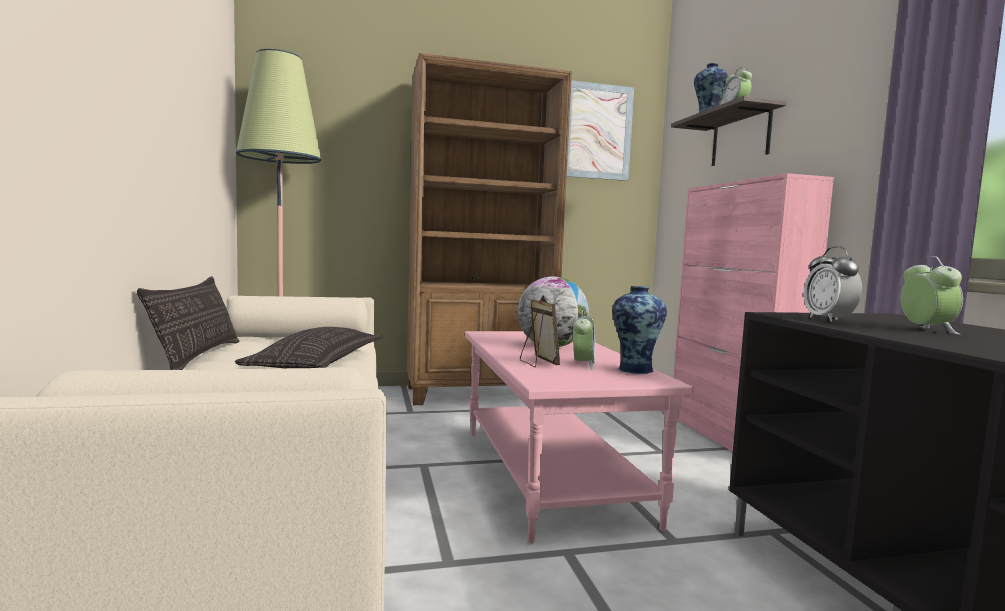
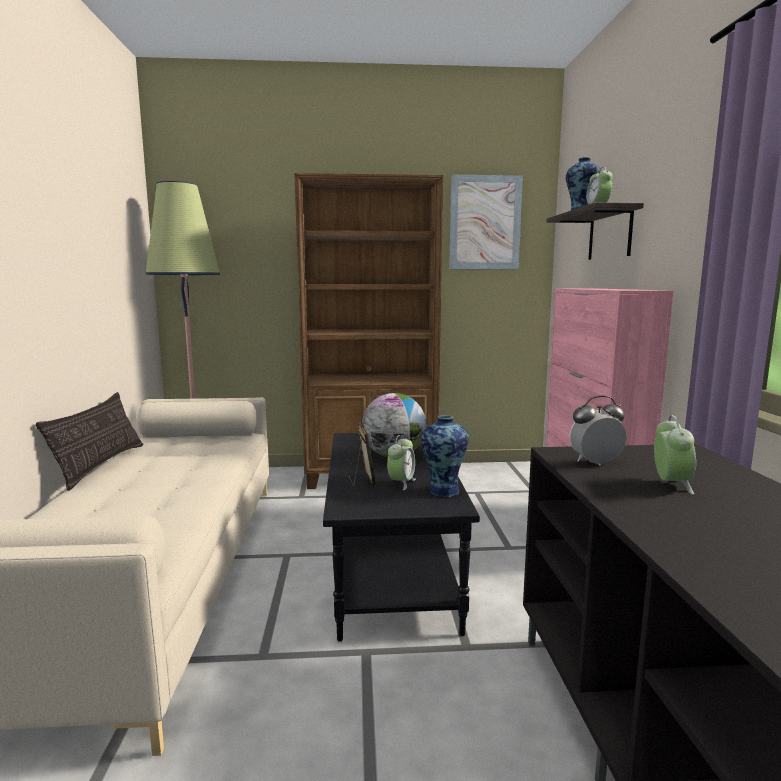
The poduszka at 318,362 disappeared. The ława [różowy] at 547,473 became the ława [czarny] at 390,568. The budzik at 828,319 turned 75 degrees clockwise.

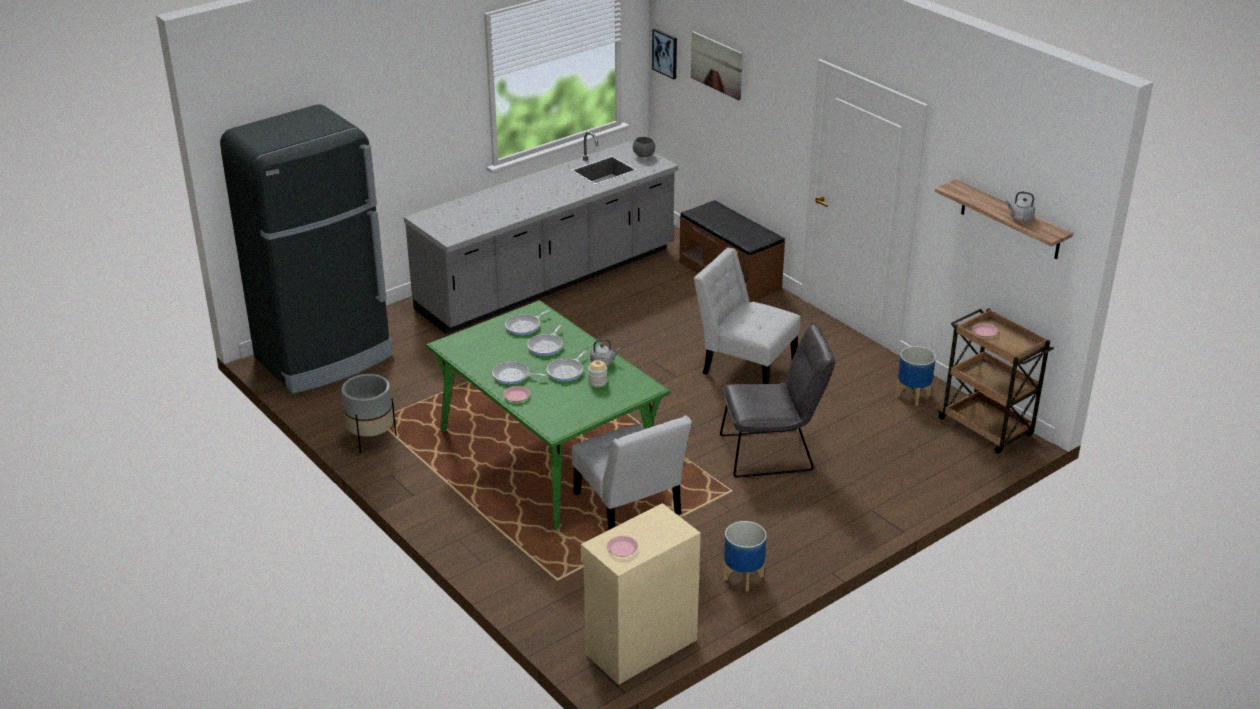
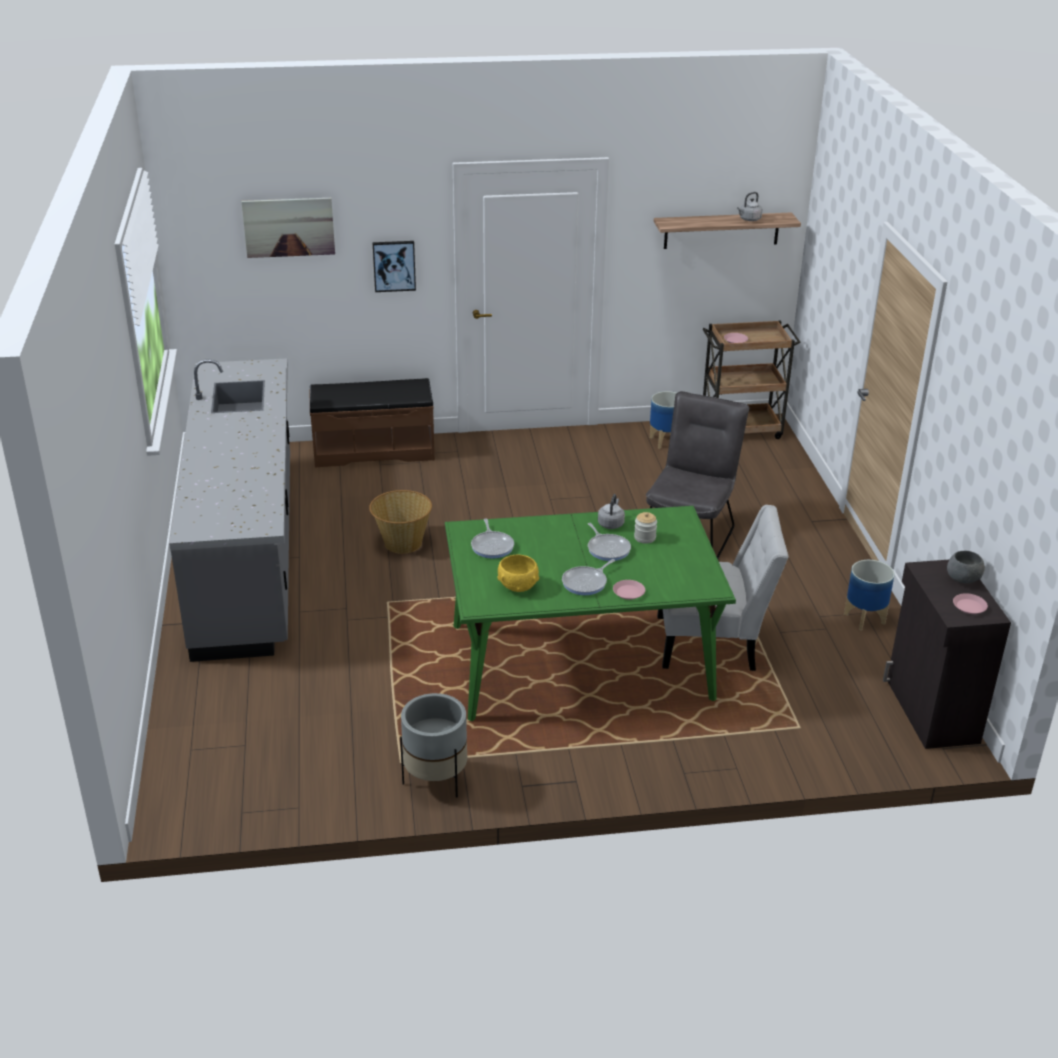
The lodówka [czarny] at 325,357 disappeared. The patelnia at 546,346 disappeared. The szafka [beżowy] at 639,646 became the szafka [czarny] at 930,711. The miska [szary] moved from 643,156 to 963,580. The obraz moved from 665,53 to 394,265. The krzesło [biały] at 745,365 disappeared. The koszyk at 402,543 appeared. The miska [żółty] at 518,586 appeared.

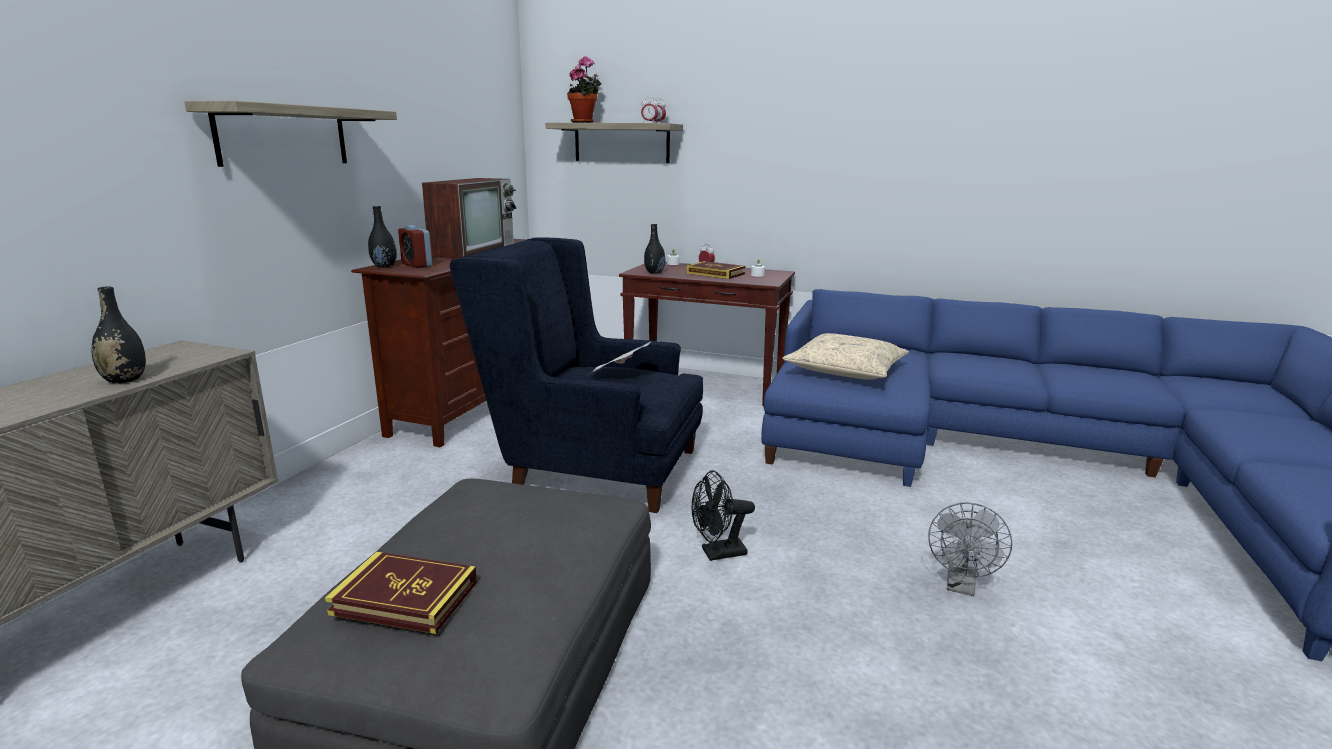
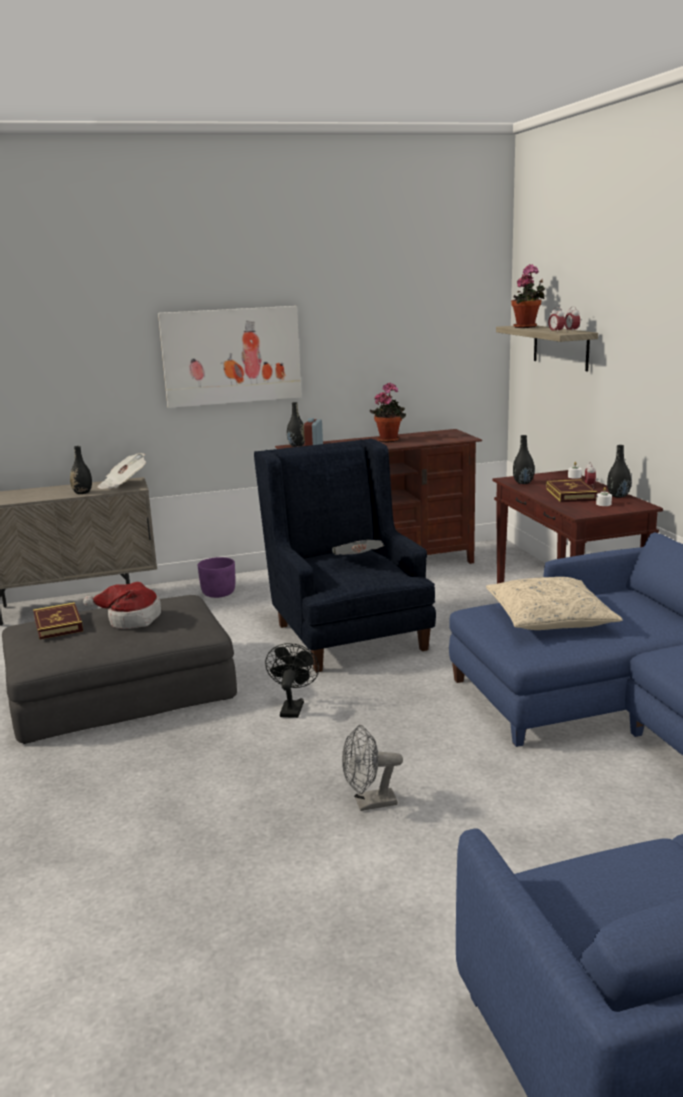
The półka at 283,136 was replaced by the obraz at 231,356. The telewizor at 474,250 was replaced by the roślina doniczkowa at 389,440. The wentylator [czarny] at 717,553 turned 60 degrees clockwise. The kapelusz at 130,619 appeared. The gazeta at 123,484 appeared. The donica [fioletowy] at 218,593 appeared. The wazon [czarny] at 618,496 appeared.

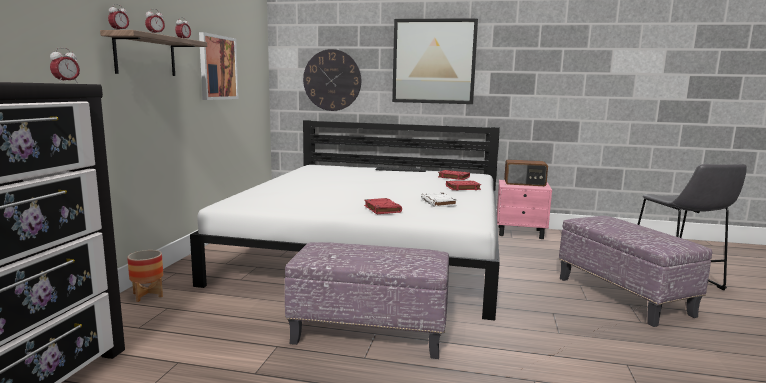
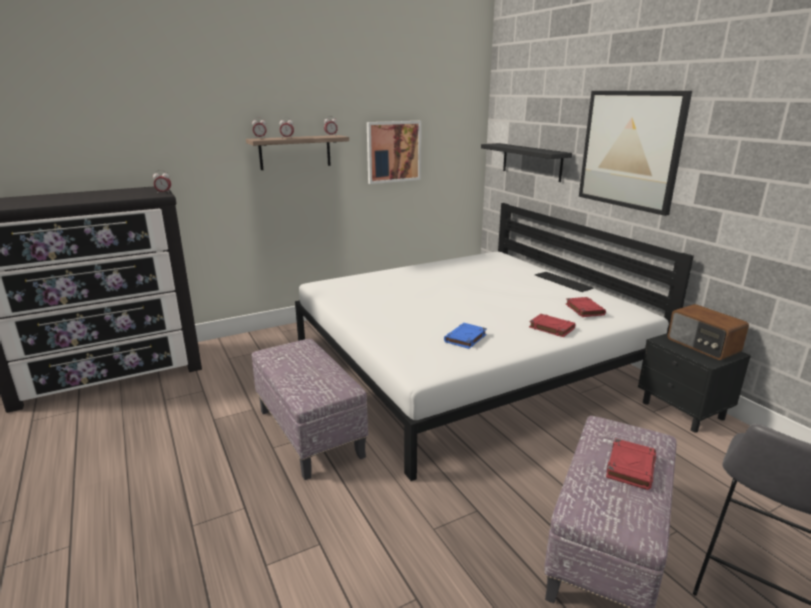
The donica at 148,295 disappeared. The zegar ścienny at 332,80 was replaced by the półka [czarny] at 531,161. The książka [czerwony] moved from 382,209 to 630,467. The książka [biały] at 439,203 became the książka [niebieski] at 465,338. The szafka nocna [różowy] at 521,233 became the szafka nocna [czarny] at 683,411.

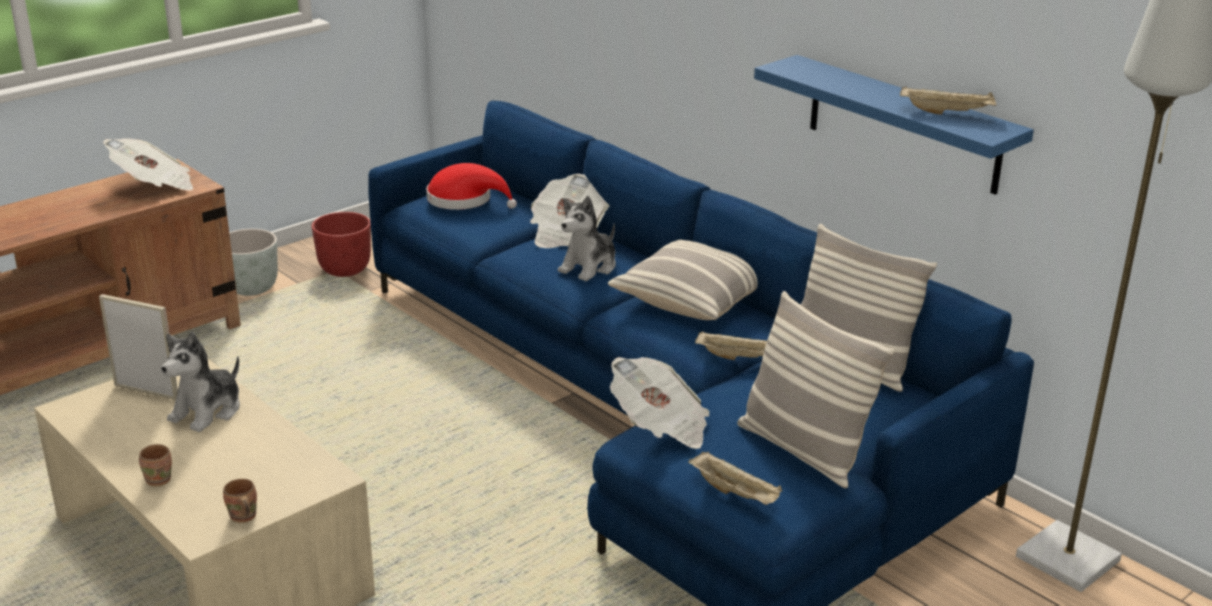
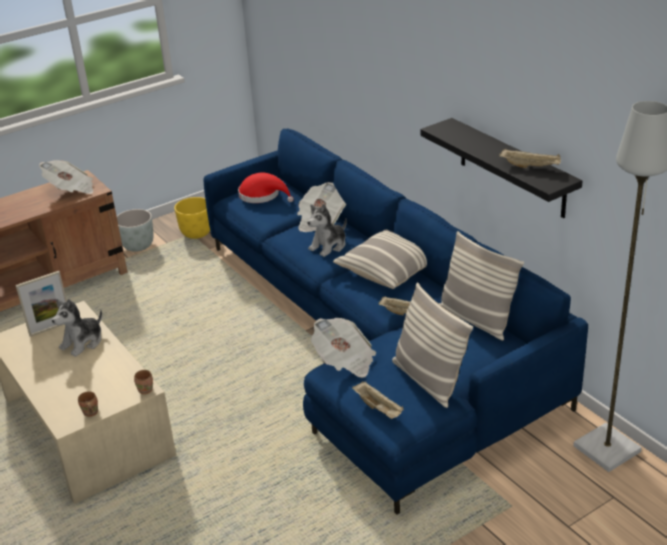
The ramka na zdjęcie at 146,391 turned 120 degrees clockwise. The kubek [brązowy] moved from 160,479 to 146,389. The donica [czerwony] at 345,270 became the donica [żółty] at 196,233. The półka [niebieski] at 903,124 became the półka [czarny] at 512,168.

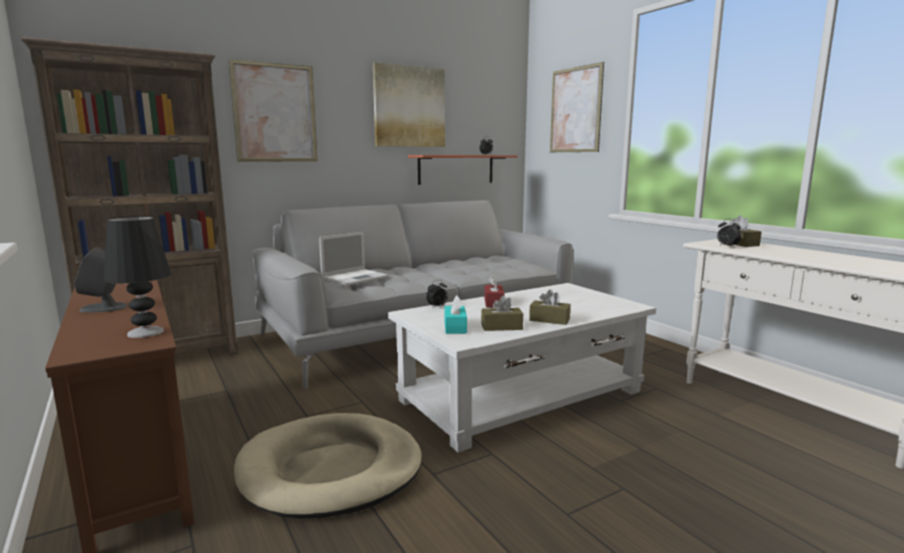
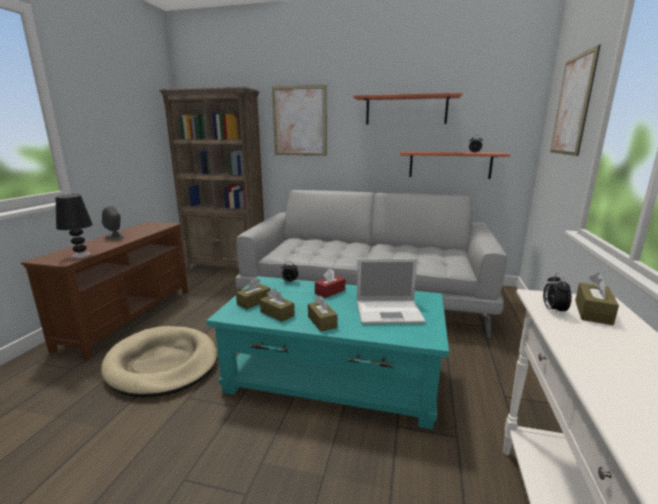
The laptop moved from 356,278 to 390,312. The obraz at 409,107 was replaced by the półka at 406,110. The ława [biały] at 522,395 became the ława [turkusowy] at 333,377. The pudełko chusteczek [turkusowy] at 455,327 became the pudełko chusteczek [brązowy] at 254,302.

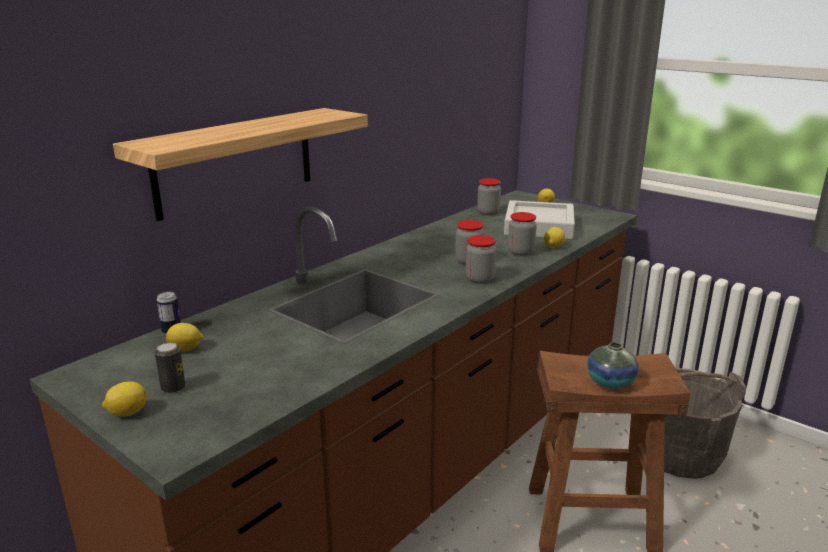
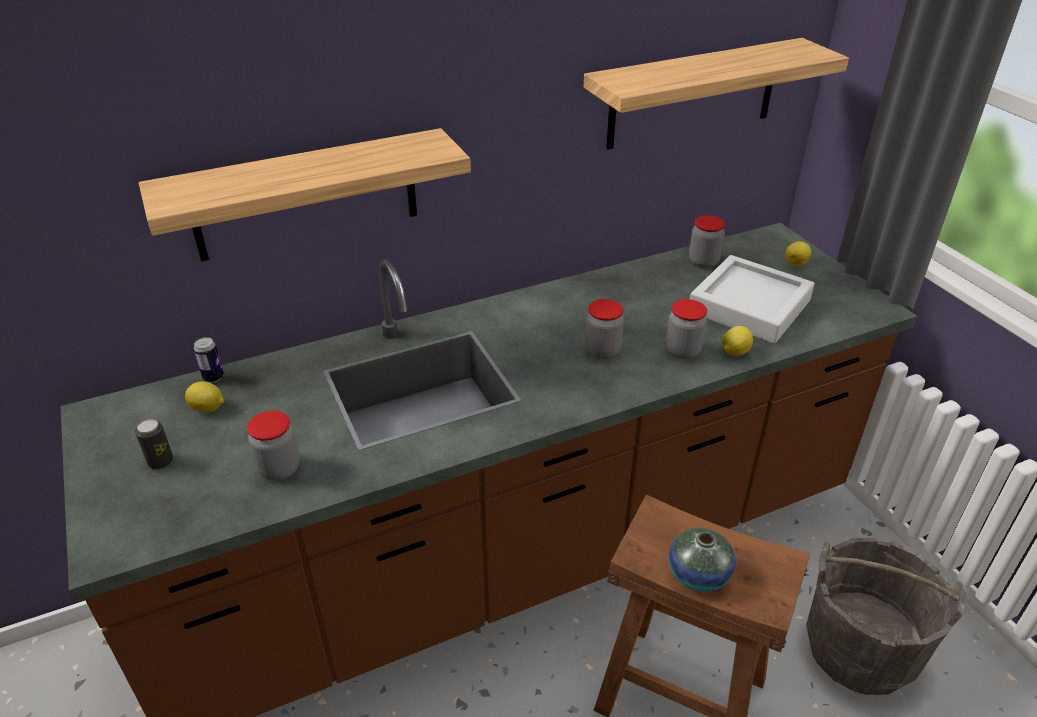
The cytryna at 127,413 disappeared. The słoik moved from 480,279 to 279,469. The półka at 693,94 appeared.

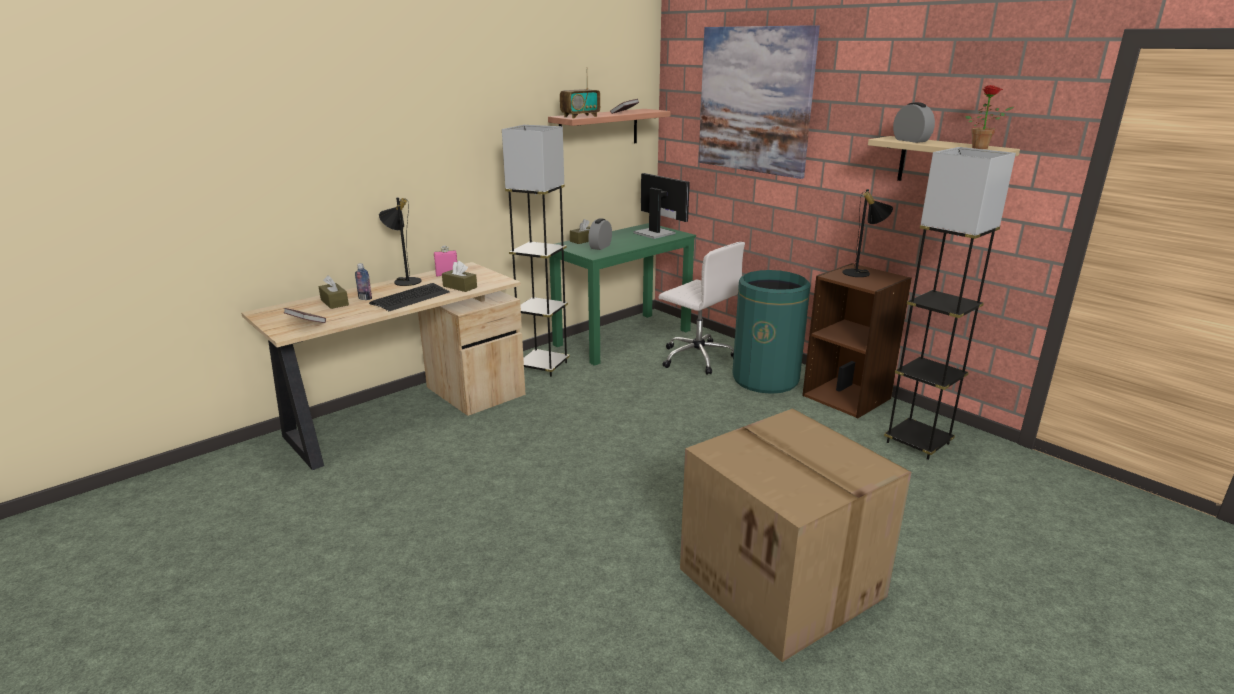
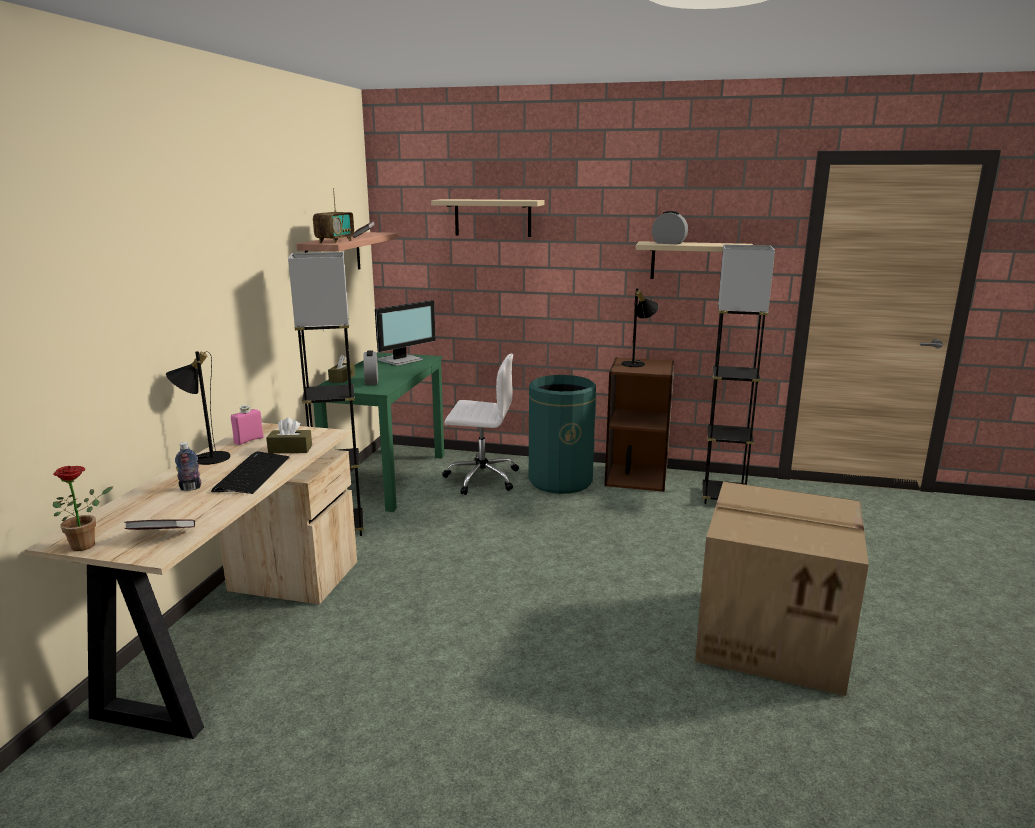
The pudełko chusteczek [brązowy] at 334,302 disappeared. The monitor at 655,233 turned 120 degrees clockwise. The obraz at 754,100 was replaced by the półka [beżowy] at 492,217. The roślina doniczkowa moved from 982,147 to 88,544.

